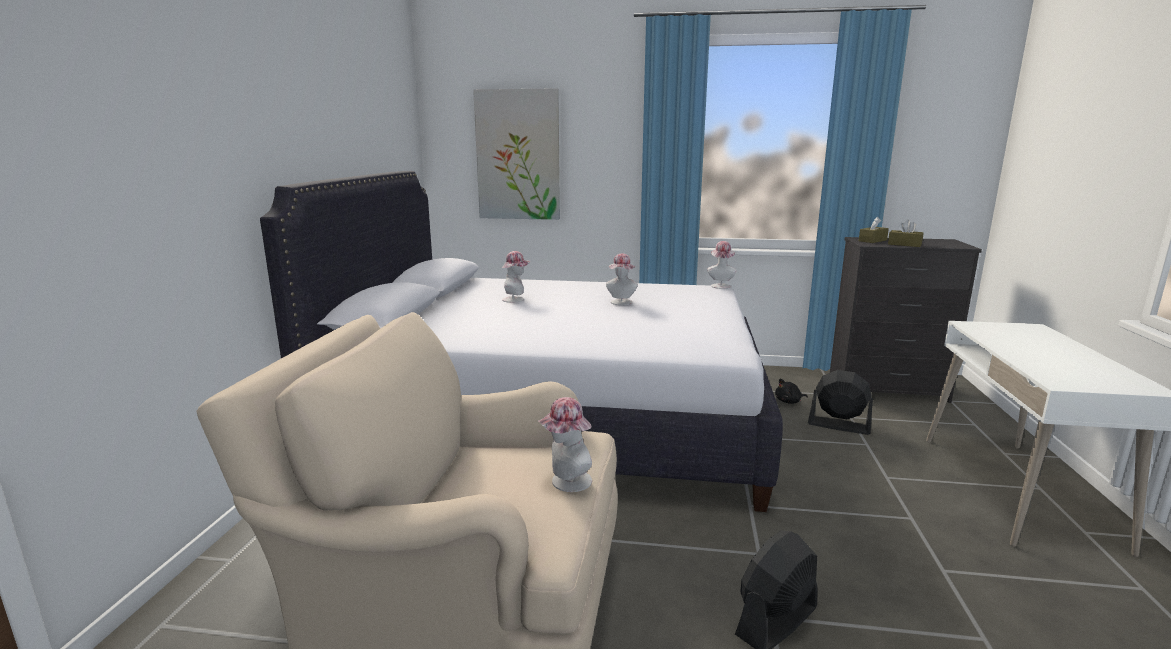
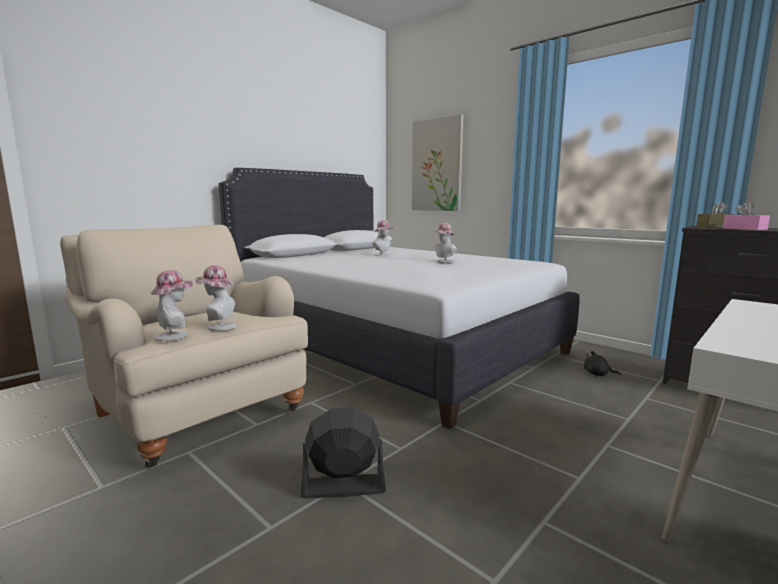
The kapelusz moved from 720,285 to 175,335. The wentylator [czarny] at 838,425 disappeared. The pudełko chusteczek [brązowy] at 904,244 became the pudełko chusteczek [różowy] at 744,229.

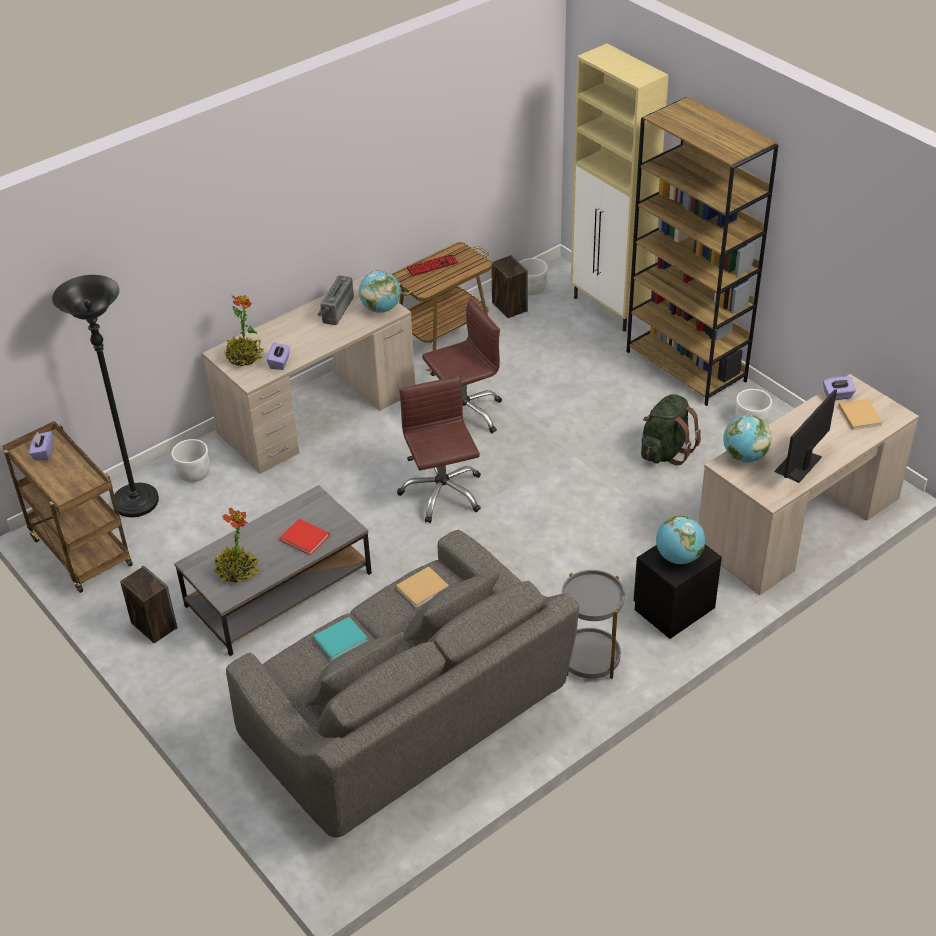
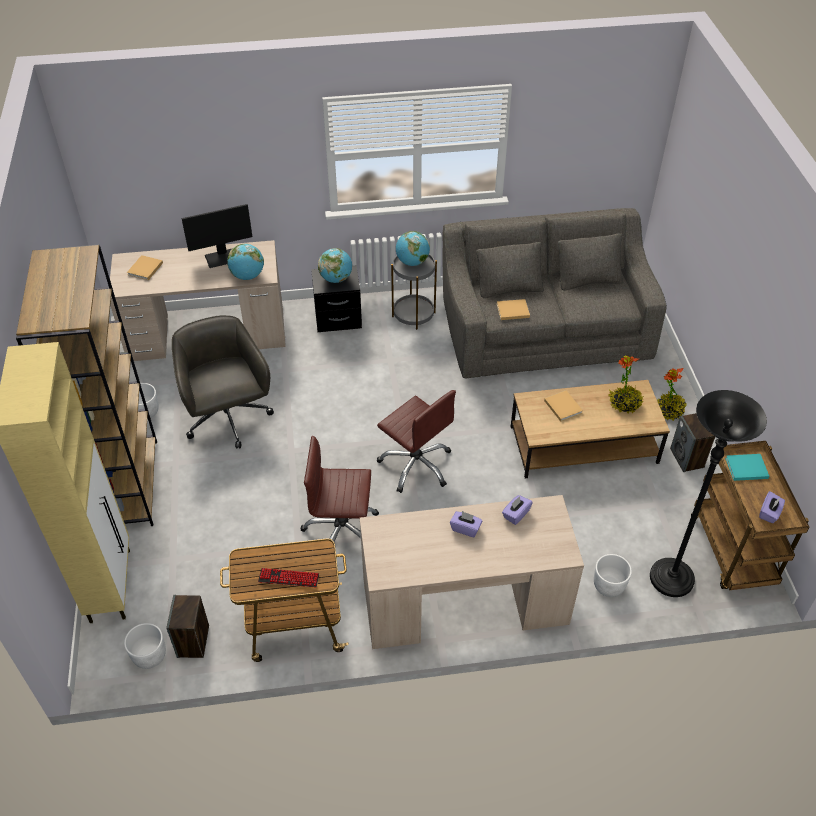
The ława [szary] at 279,590 became the ława [brązowy] at 583,444. The roślina doniczkowa moved from 244,358 to 668,411. The książka [czerwony] at 305,538 became the książka [beżowy] at 562,406. The książka [turkusowy] moved from 342,639 to 745,468. The radio at 335,309 disappeared. The globus moved from 381,308 to 412,262. The krzesło biurowe [brązowy] at 442,493 turned 60 degrees counterclockwise. The plecak [zielony] at 665,451 was replaced by the krzesło biurowe [szary] at 228,419. The pudełko chusteczek [fioletowy] moved from 837,395 to 465,528.

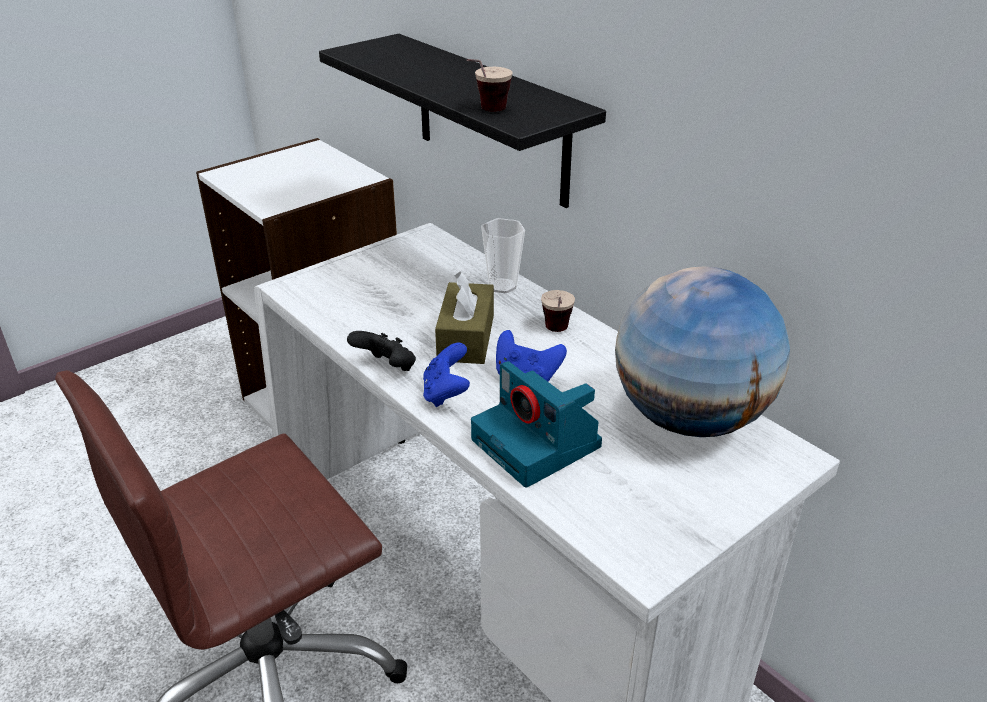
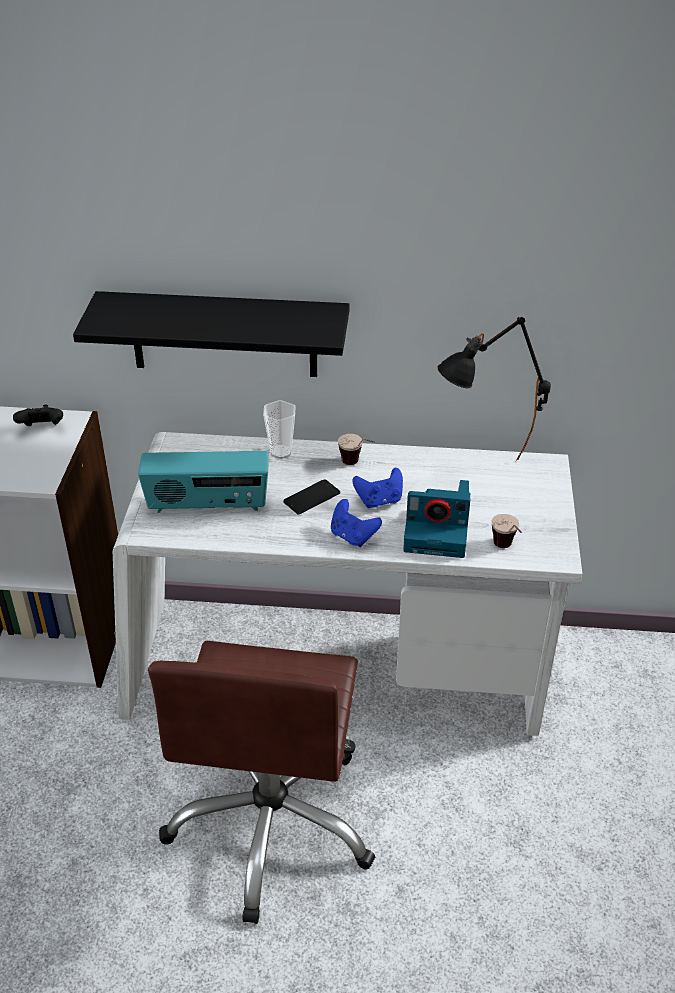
The pad do gier [czarny] moved from 386,368 to 42,428. The pudełko chusteczek [brązowy] at 466,338 was replaced by the telefon at 312,497. The filiżanka moved from 486,113 to 506,550. The globus at 690,418 was replaced by the lampa stołowa [czarny] at 484,473. The radio at 208,505 appeared.

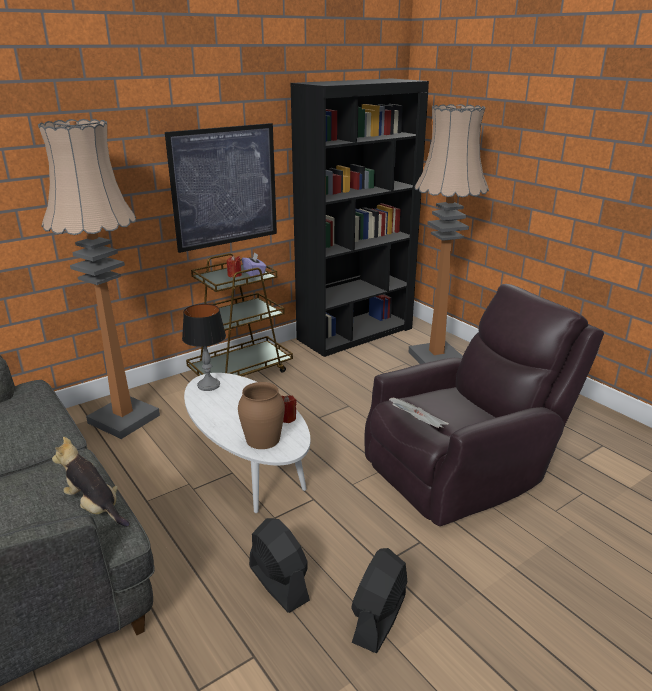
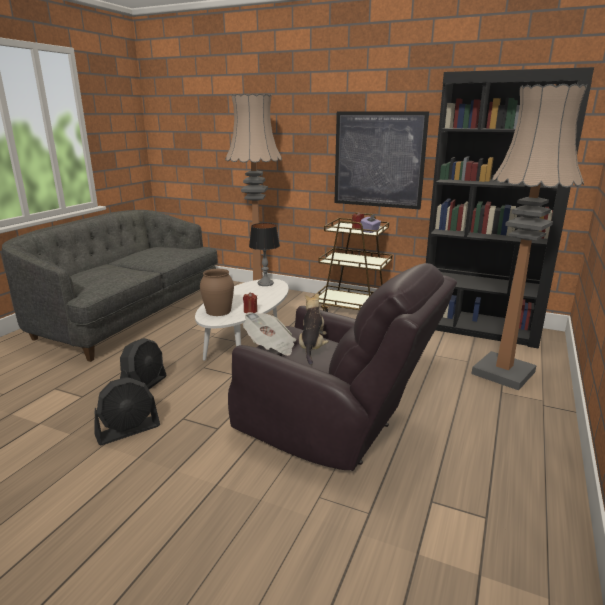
The pluszak moved from 95,507 to 312,348. The wentylator [czarny] at 379,618 turned 150 degrees clockwise.

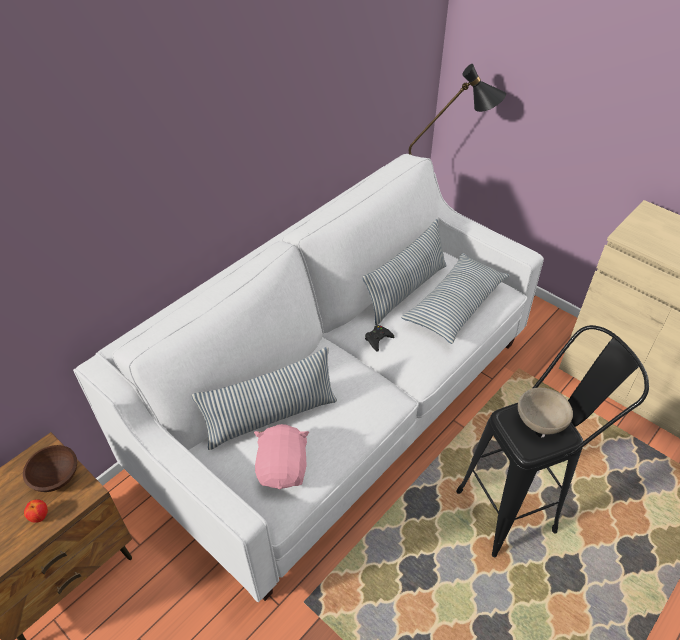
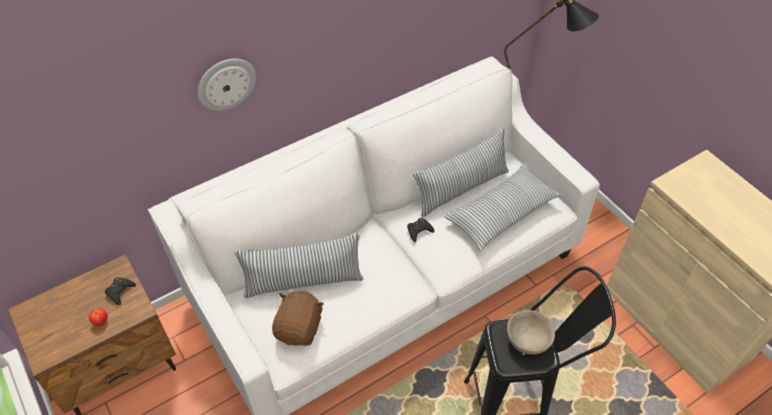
The miska [brązowy] at 55,476 was replaced by the pad do gier [czarny] at 120,291. The pluszak [różowy] at 283,468 became the pluszak [brązowy] at 299,328. The zegar ścienny at 226,84 appeared.

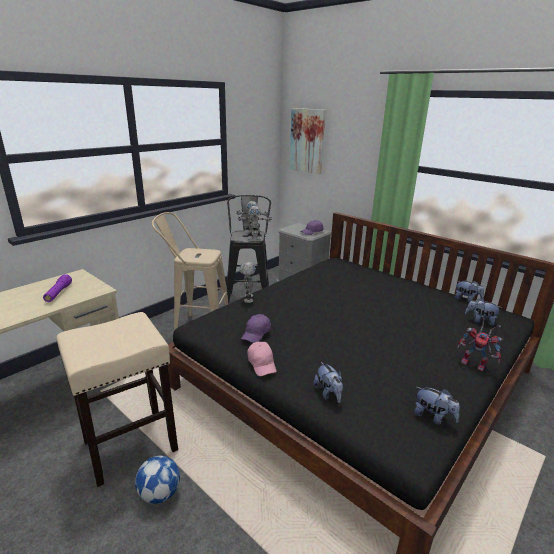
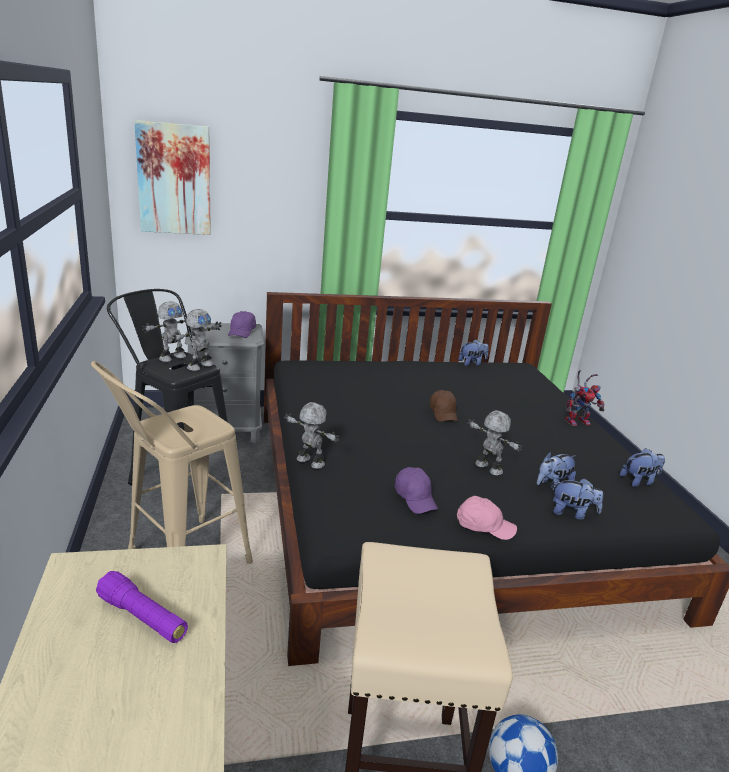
The pluszak moved from 480,320 to 552,485. The czapka z daszkiem [brązowy] at 443,413 appeared. The robot zabawkowy at 487,468 appeared.

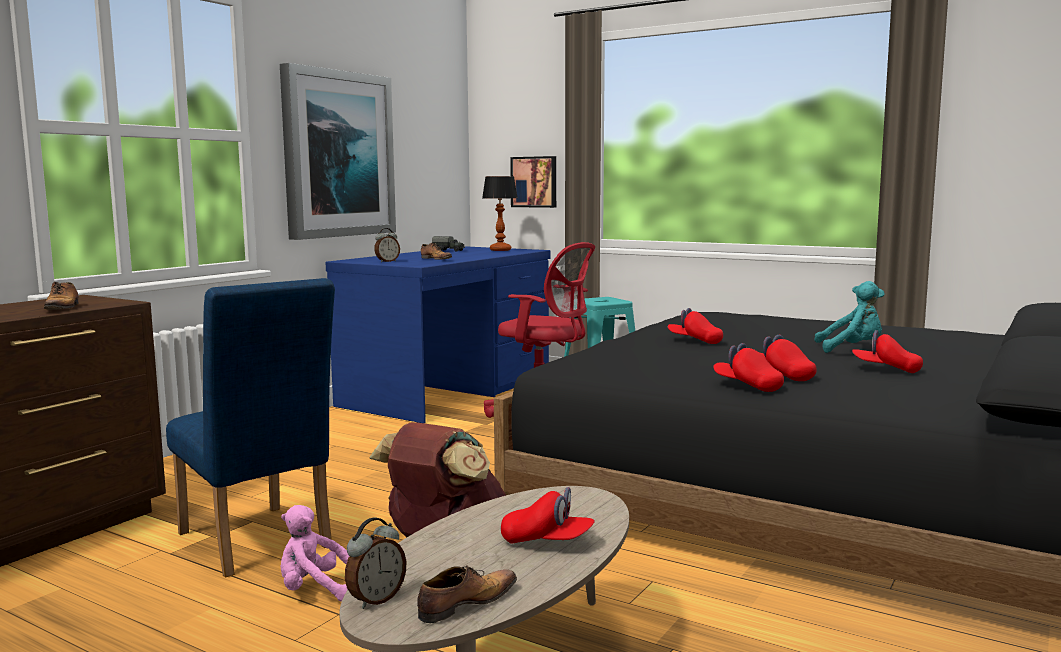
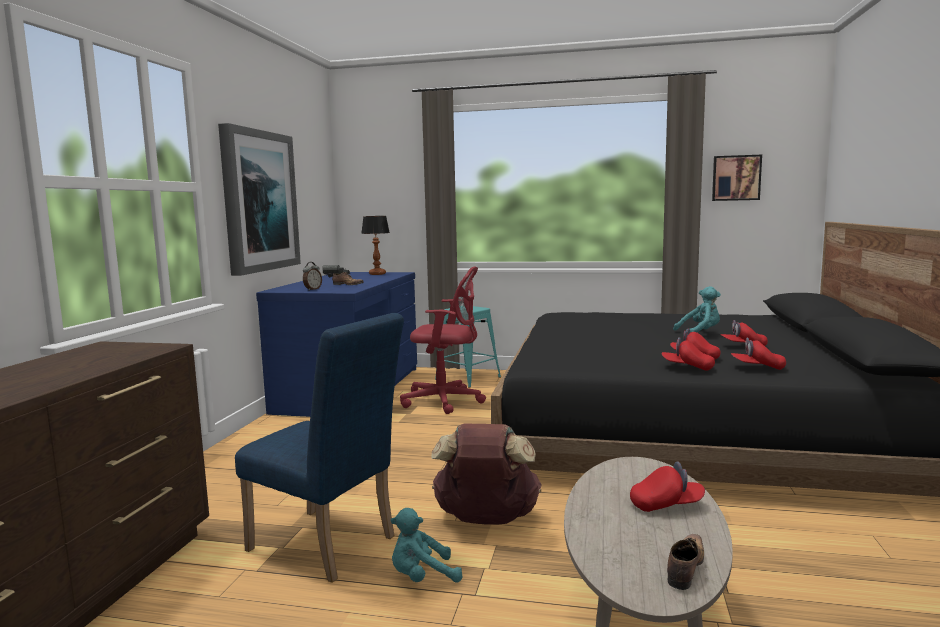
The but at 62,308 disappeared. The pluszak [różowy] at 316,590 became the pluszak [turkusowy] at 422,577. The budzik at 376,599 disappeared. The obraz moved from 534,182 to 736,178. The czapka z daszkiem [czerwony] moved from 695,341 to 757,368.

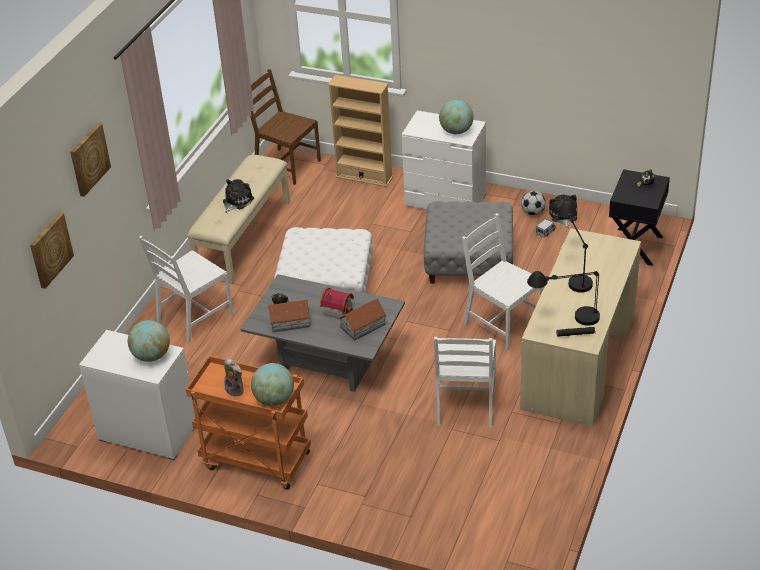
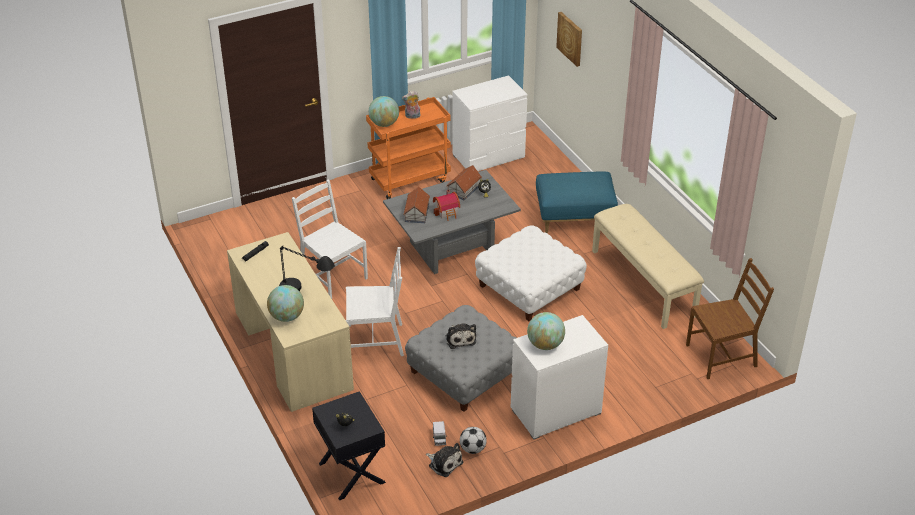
The obraz at 89,159 disappeared. The globus moved from 152,356 to 286,317. The krzesło [biały] at 194,317 was replaced by the pufa [niebieski] at 575,218. The pluszak moved from 236,201 to 460,338. The regał [beżowy] at 364,177 disappeared. The lampa stołowa [czarny] at 565,320 disappeared.

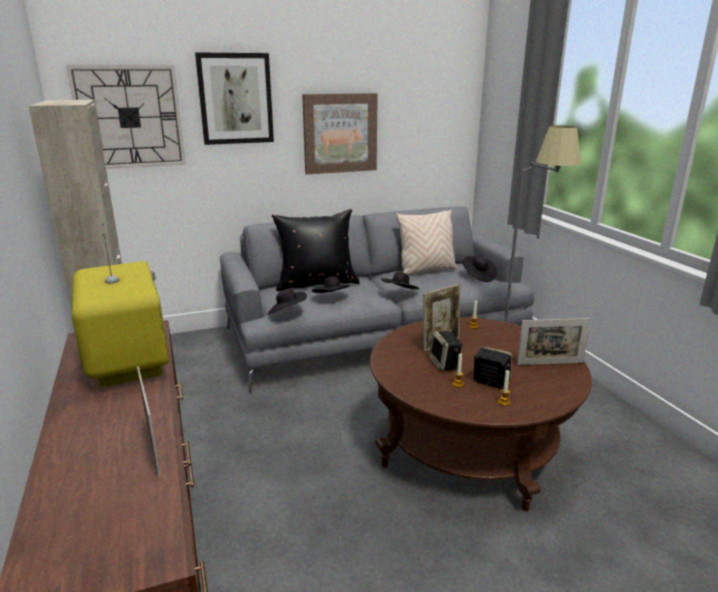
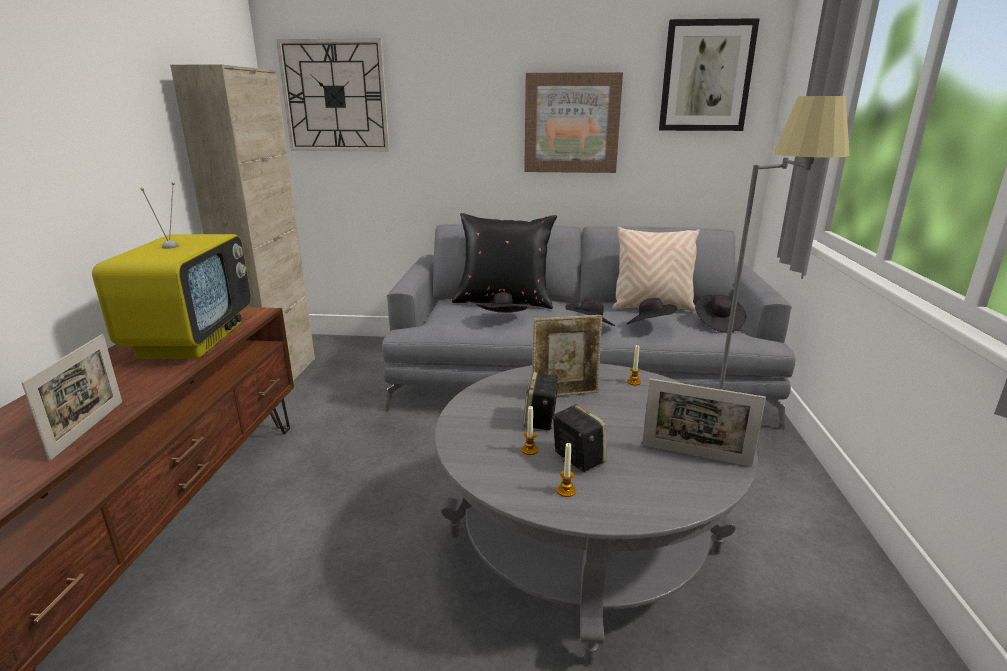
The obraz moved from 235,99 to 706,76. The kapelusz [czarny] moved from 287,312 to 649,326. The ława [brązowy] at 469,445 became the ława [szary] at 583,544.

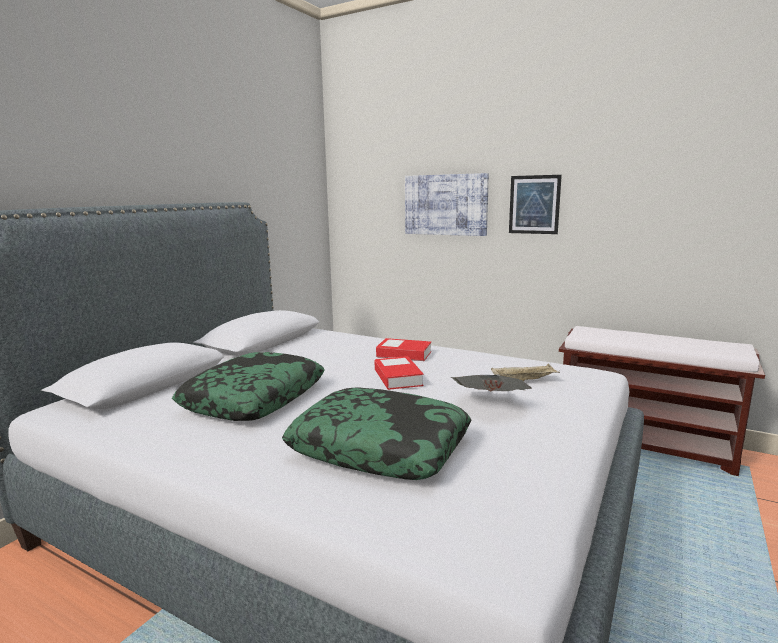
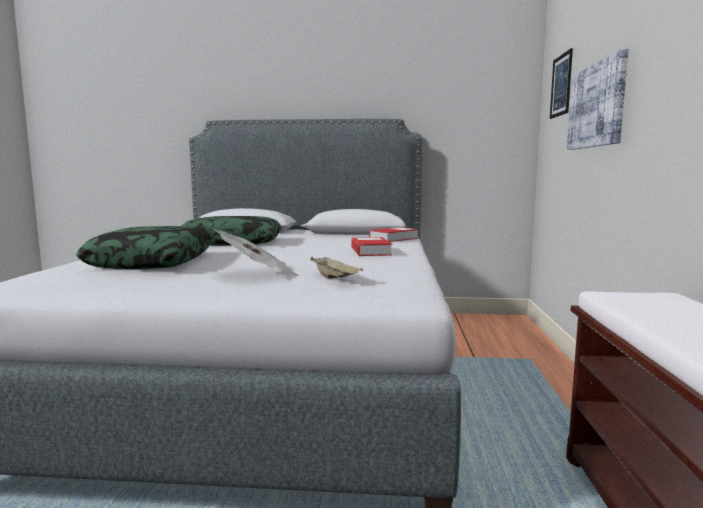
The książka moved from 398,378 to 394,238. The obraz moved from 534,204 to 561,85.

